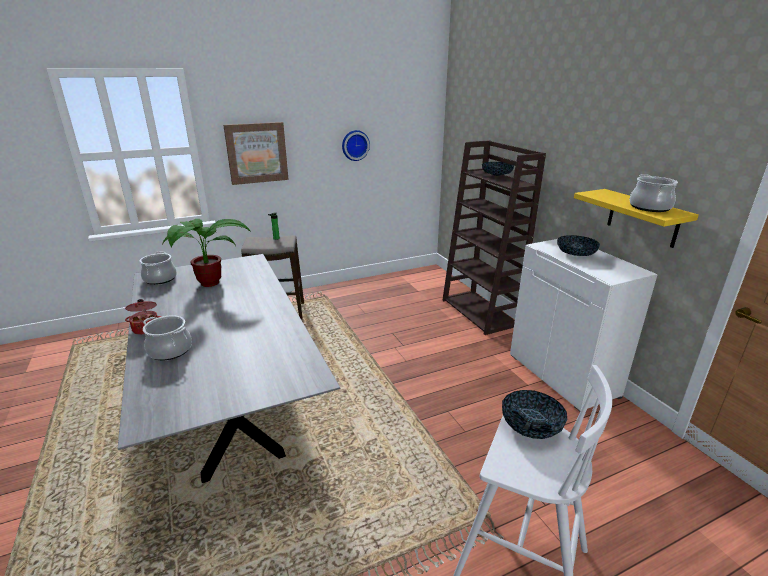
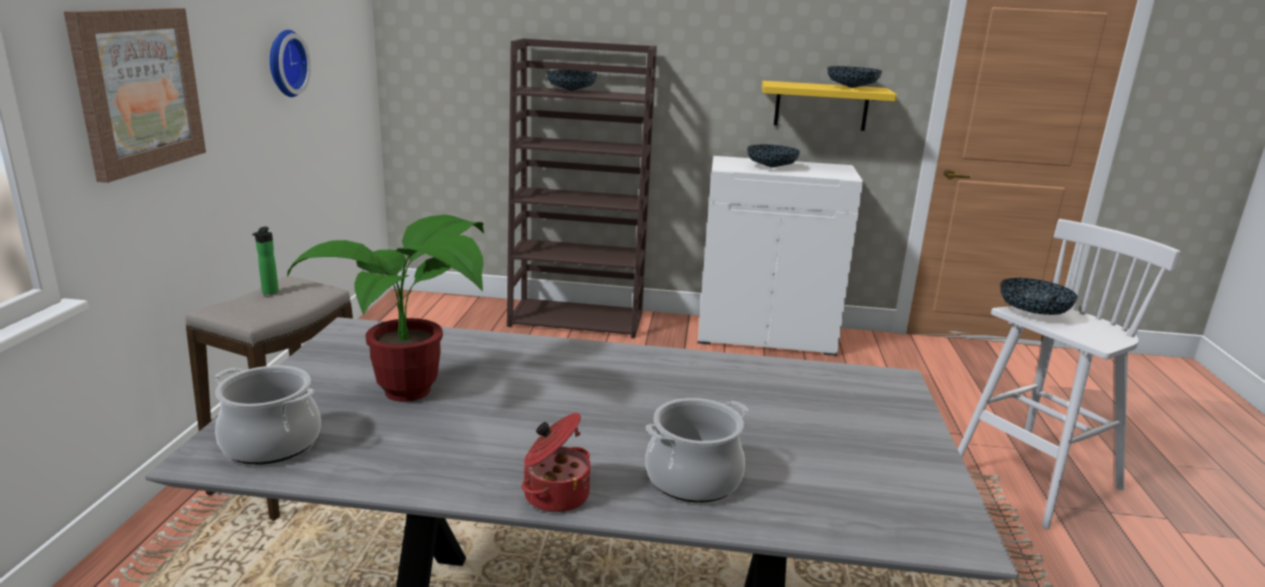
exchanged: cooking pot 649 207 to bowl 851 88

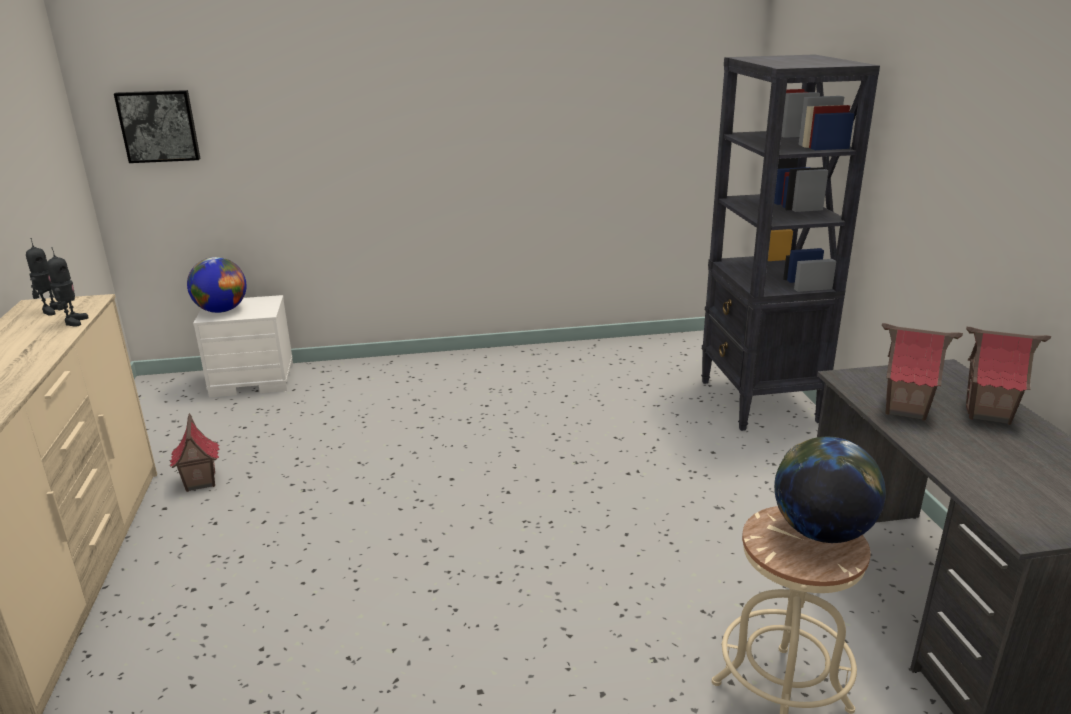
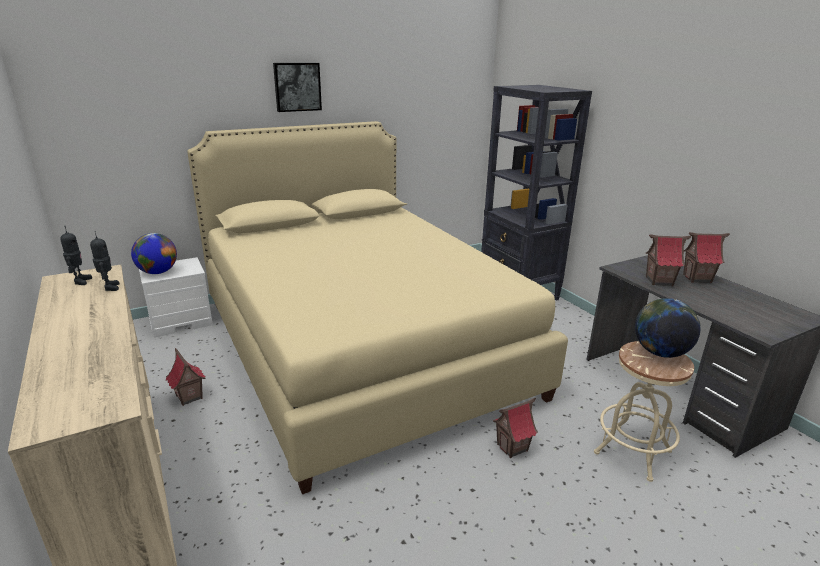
appeared: beige bed 359 346; toy house 512 448
relocated: picture 159 126 to 297 87

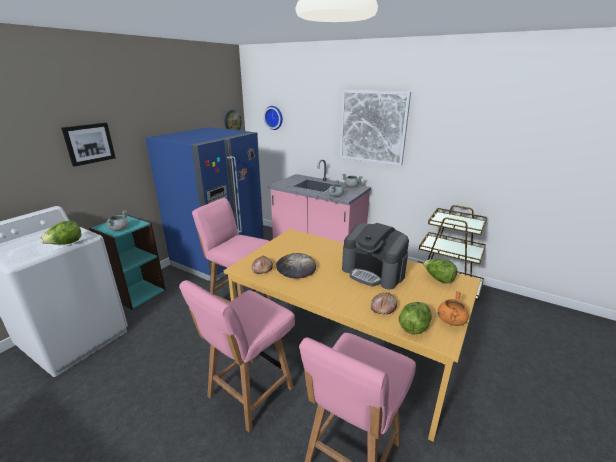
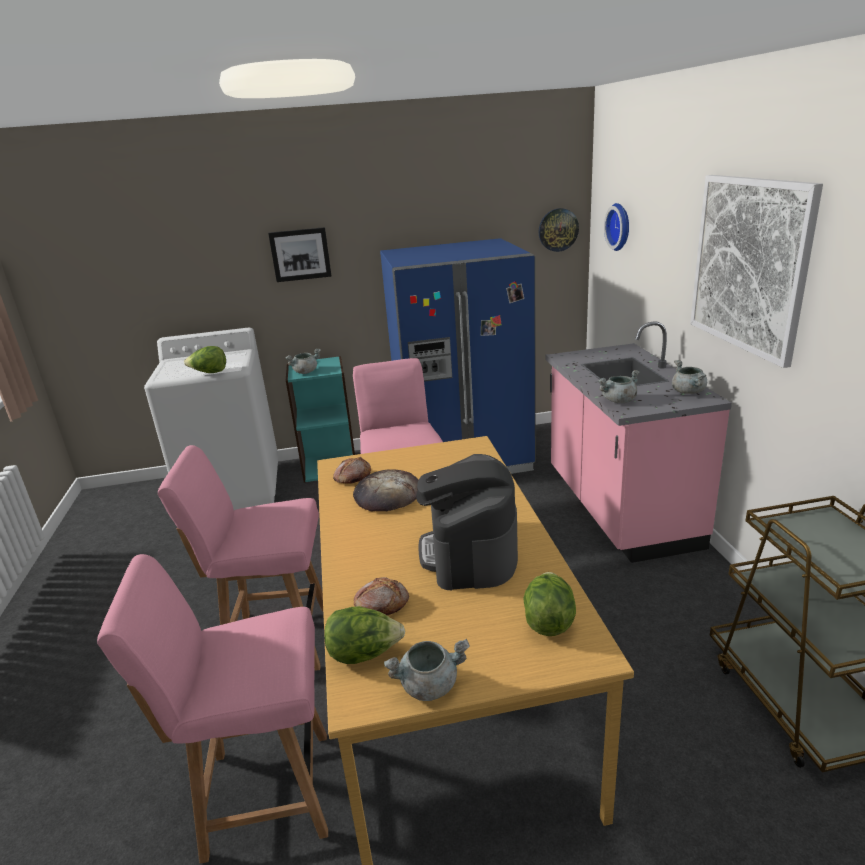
colour: orange cooking pot 451 320 to grey cooking pot 429 685

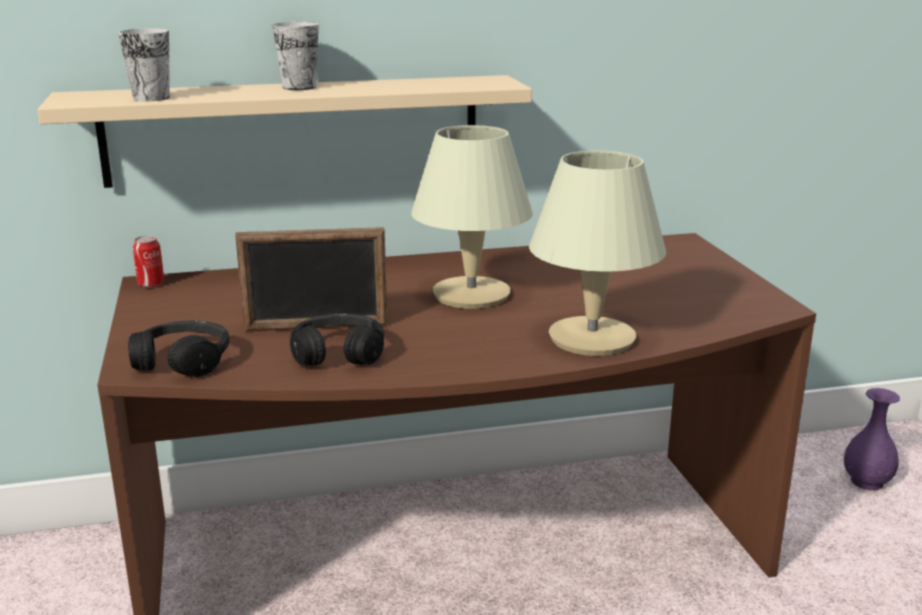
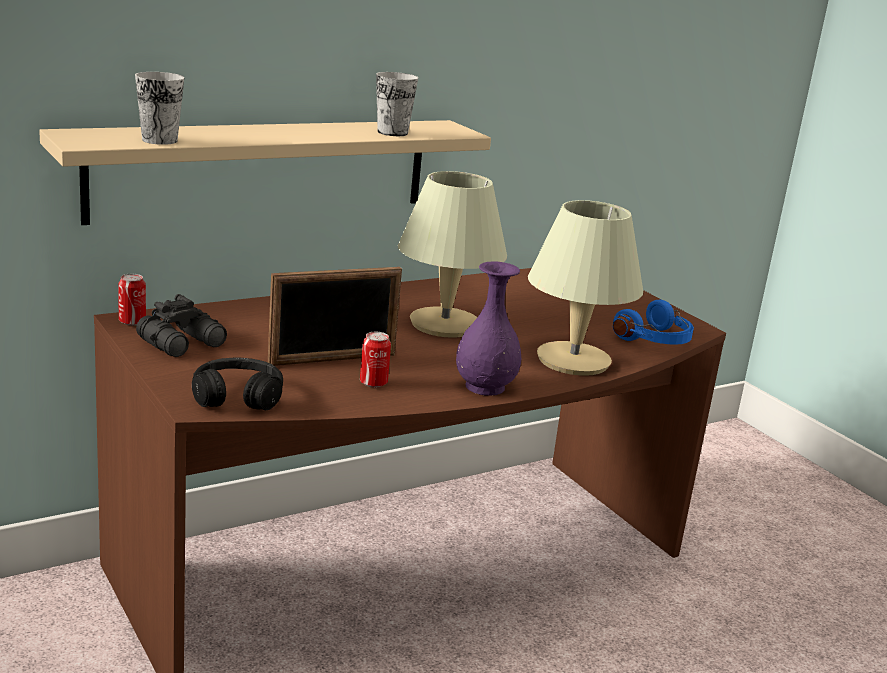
appeared: black binoculars 184 343; blue headphones 656 340
relocated: cup 299 87 to 392 132; purple vase 867 482 to 485 387
exchanged: black headphones 338 353 to can 373 383

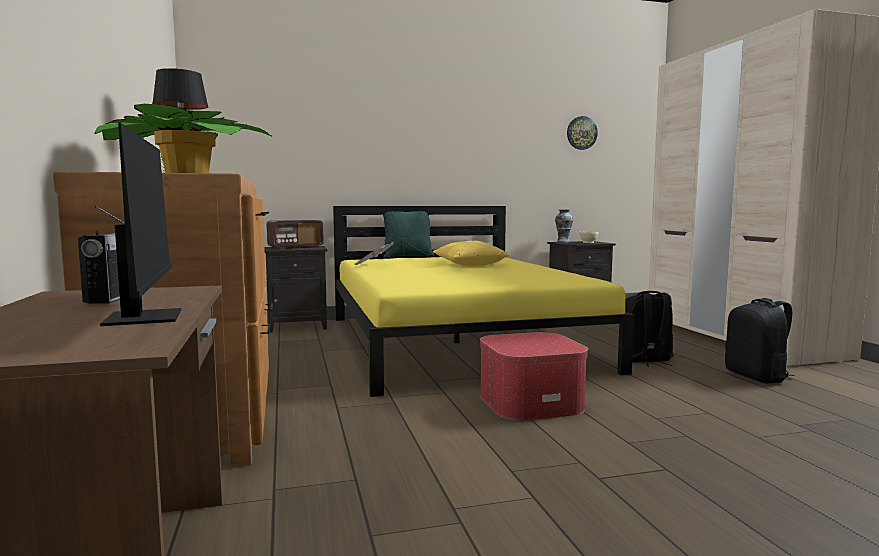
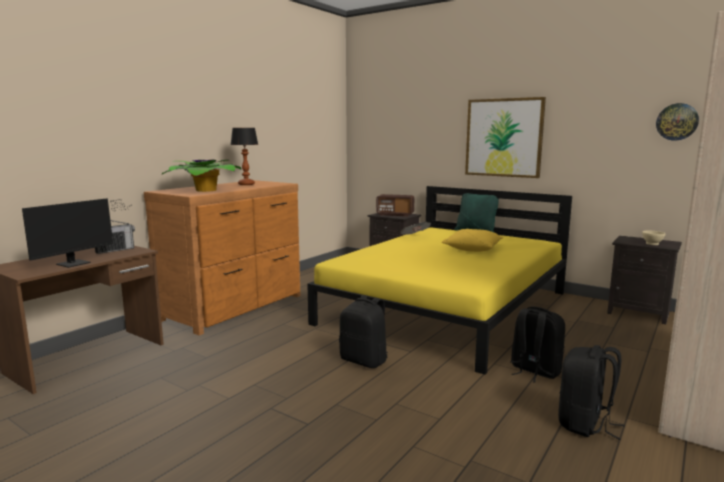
missing: vase 563 242
appeared: picture 503 137
exchanged: ottoman 531 402 to black backpack 364 360

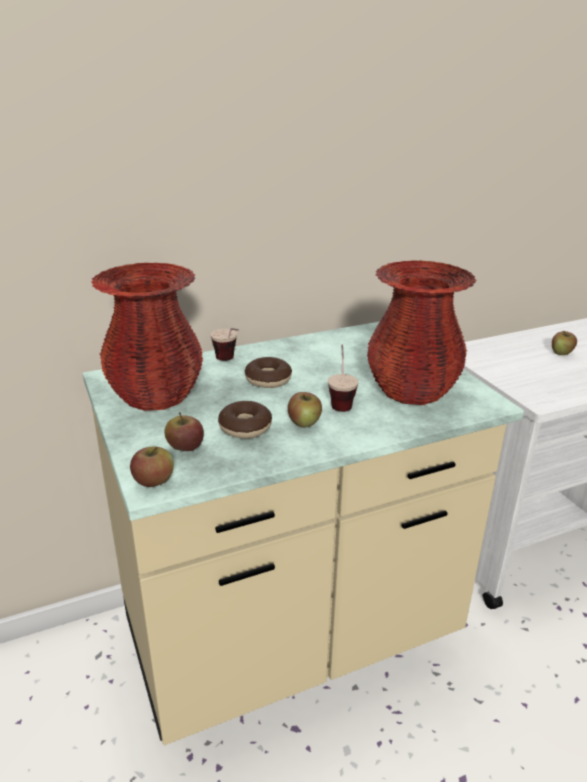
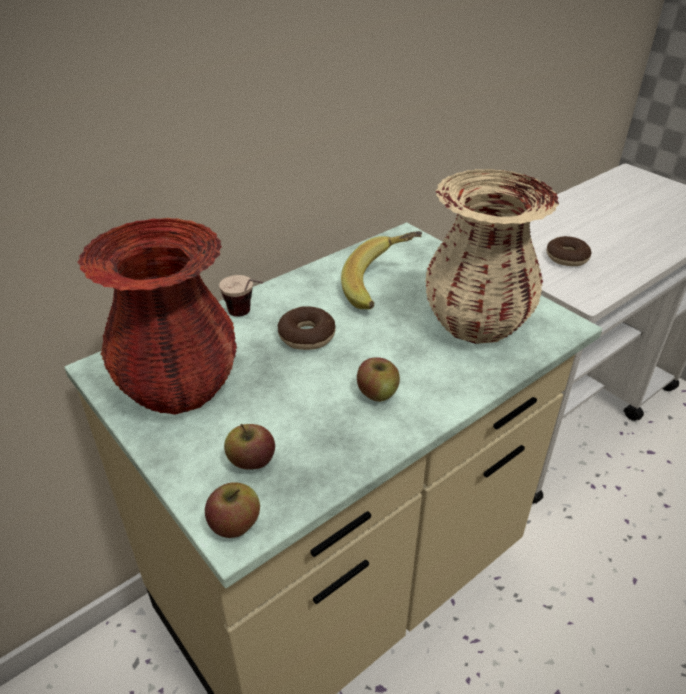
missing: cup 341 401; apple 561 352
appeared: banana 383 287
relocated: donut 245 427 to 567 257
colour: red vase 411 391 to beige vase 475 323

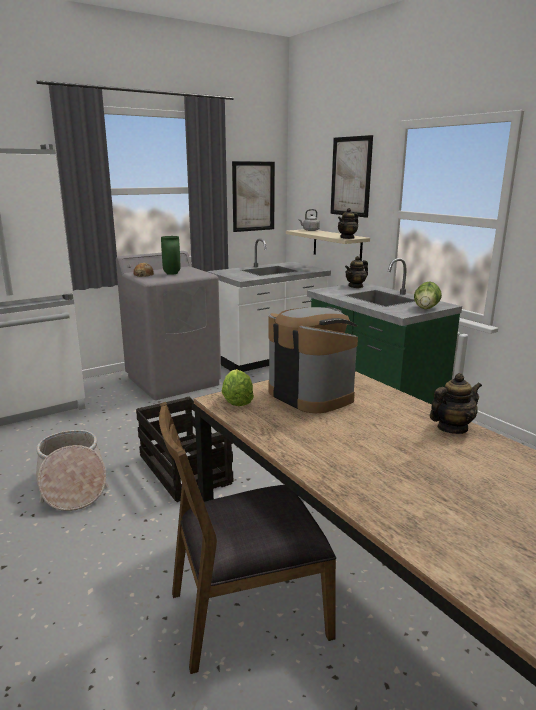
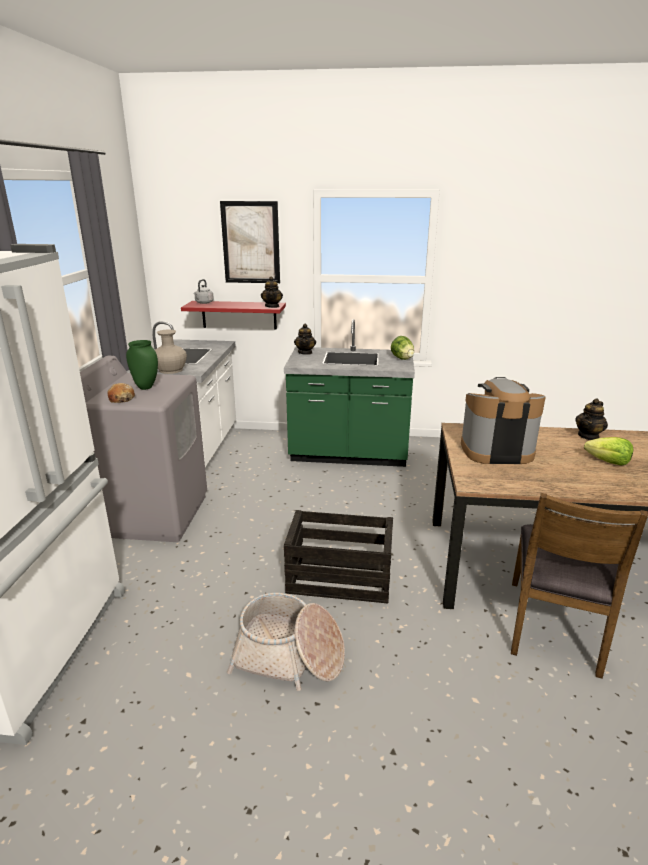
missing: picture 253 196
appeared: beige vase 171 370
relocated: lettuce 237 400 to 608 462
colour: beige shelf 337 246 to red shelf 239 315
spun: teapot 452 428 = 588 436 150 degrees counterclockwise

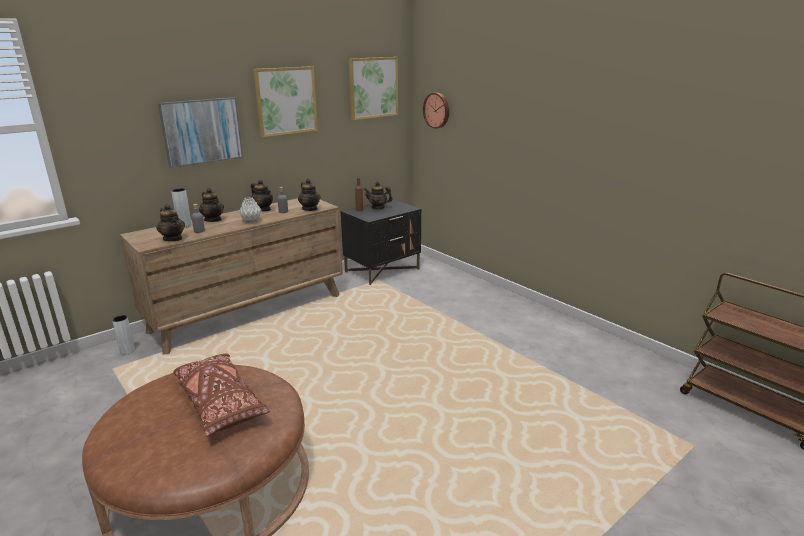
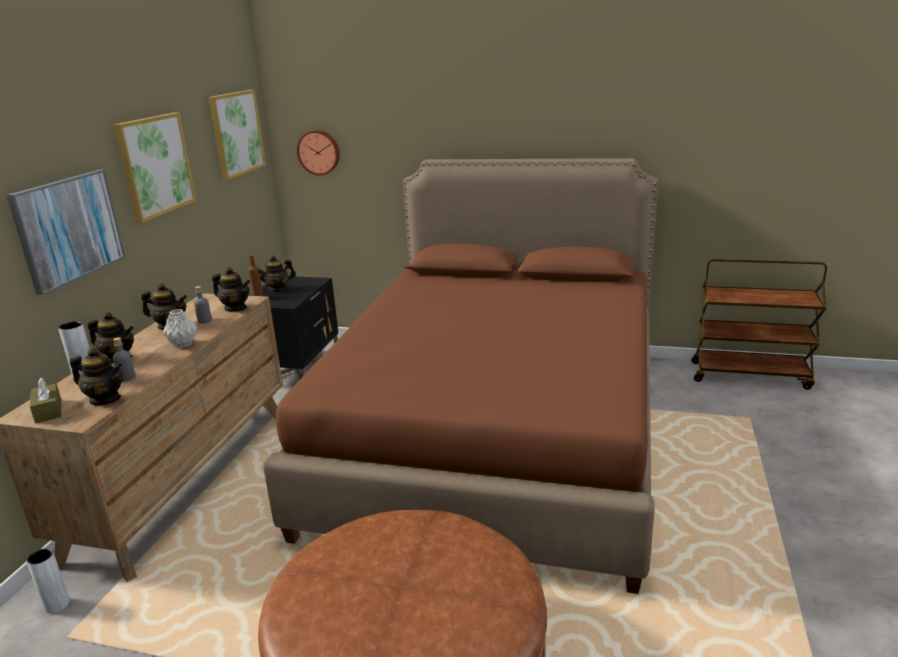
missing: brown pillow 220 402
appeared: brown tissue box 48 411; brown bed 497 434

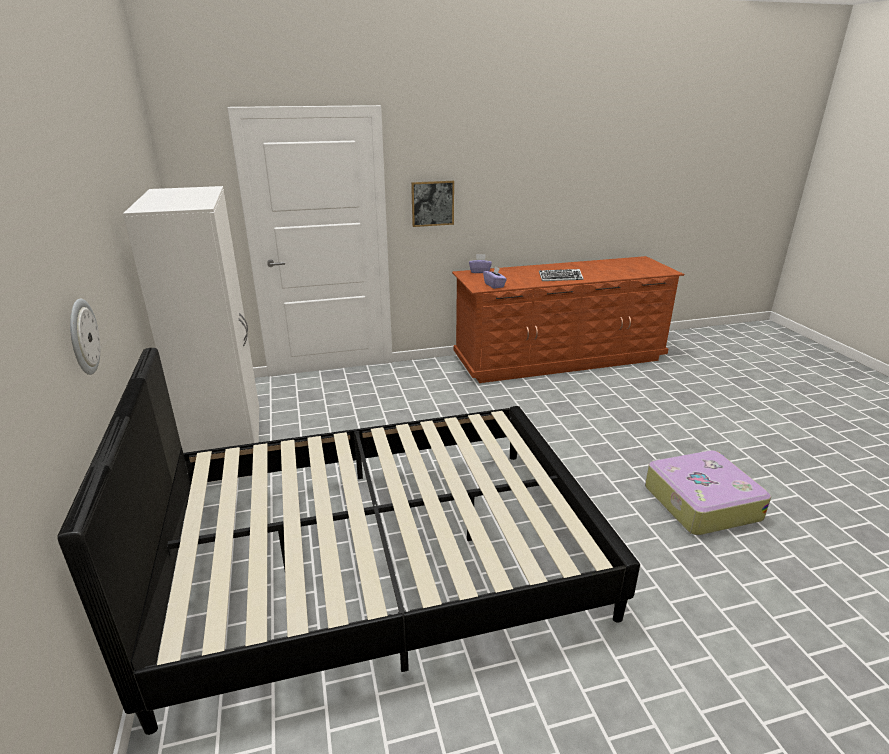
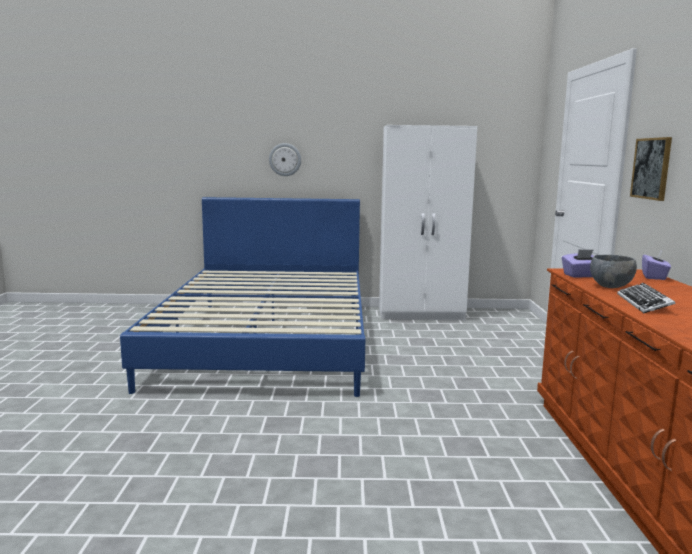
missing: suitcase 700 502
appeared: grey bowl 611 287
colour: black bed 378 557 to blue bed 268 340

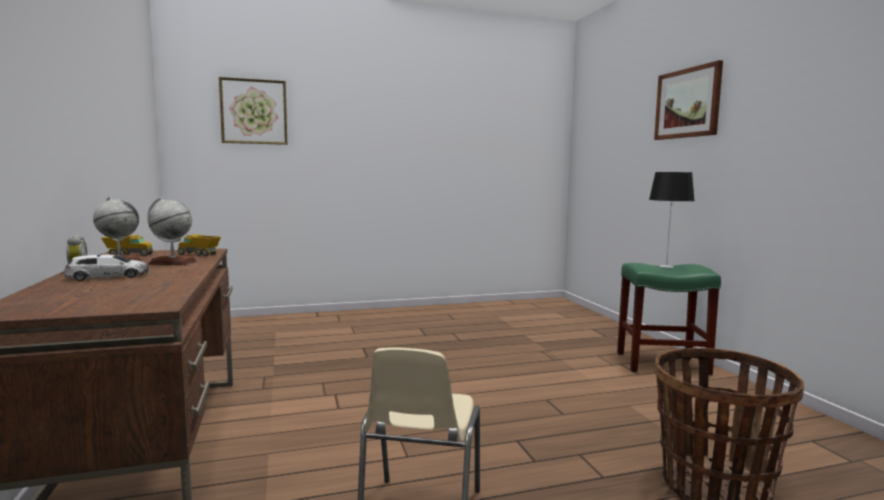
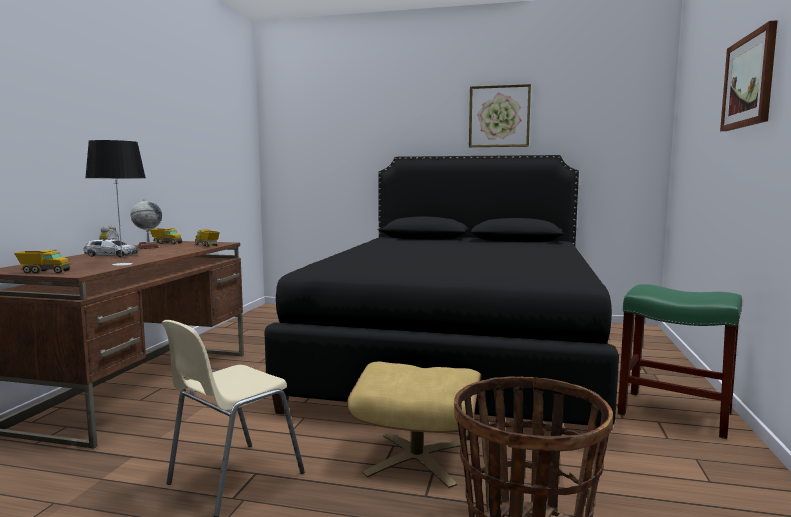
missing: globe 172 262
appeared: toy truck 44 272; black bed 456 357; beige ottoman 417 458
relocated: table lamp 667 266 to 122 264; picture 254 112 to 499 116

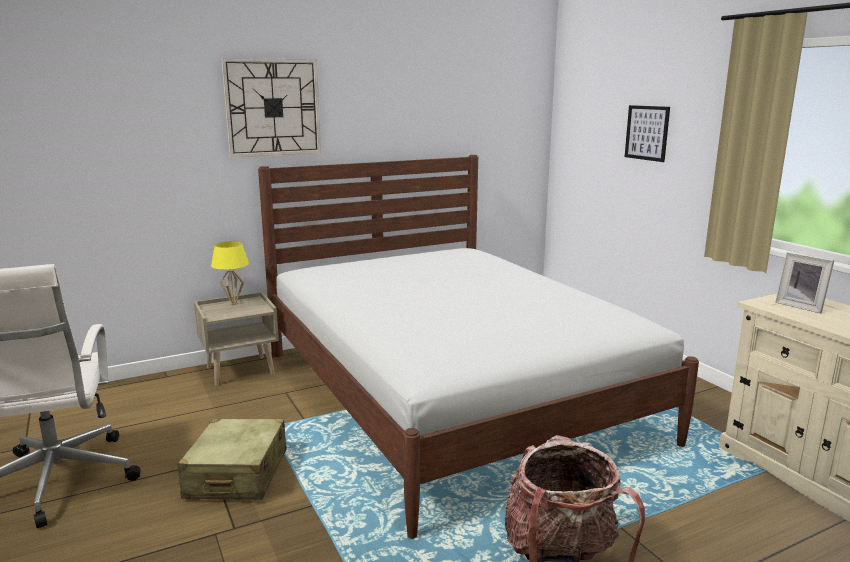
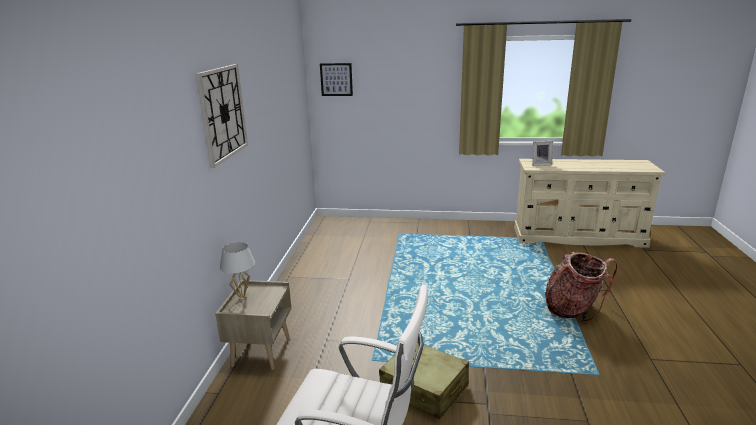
missing: white bed 450 394
relocated: picture 647 133 to 336 79
colour: yellow table lamp 233 303 to white table lamp 242 298

